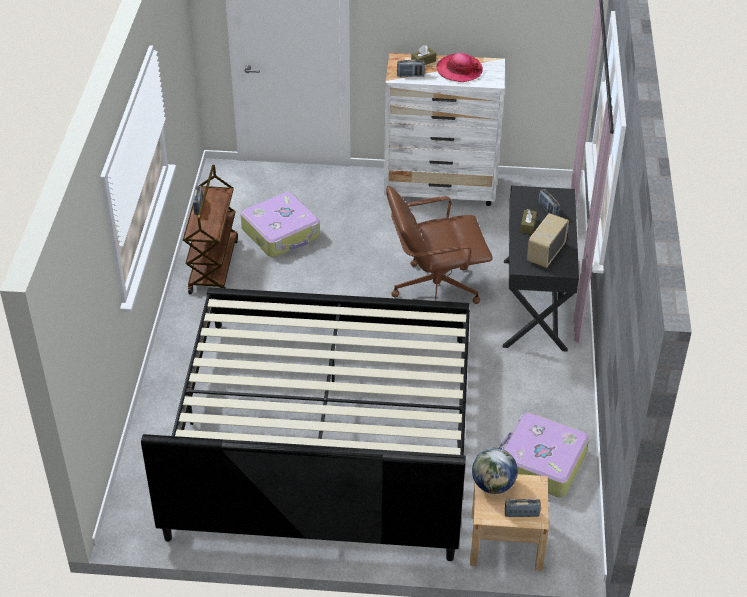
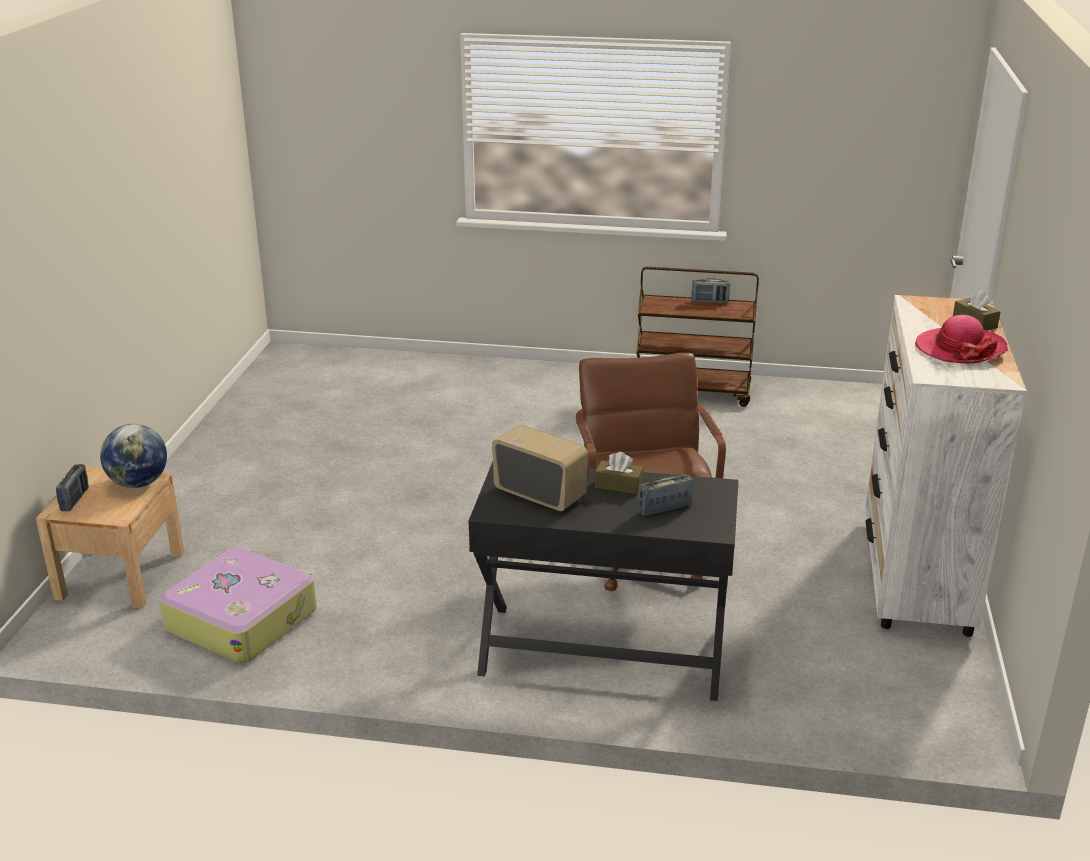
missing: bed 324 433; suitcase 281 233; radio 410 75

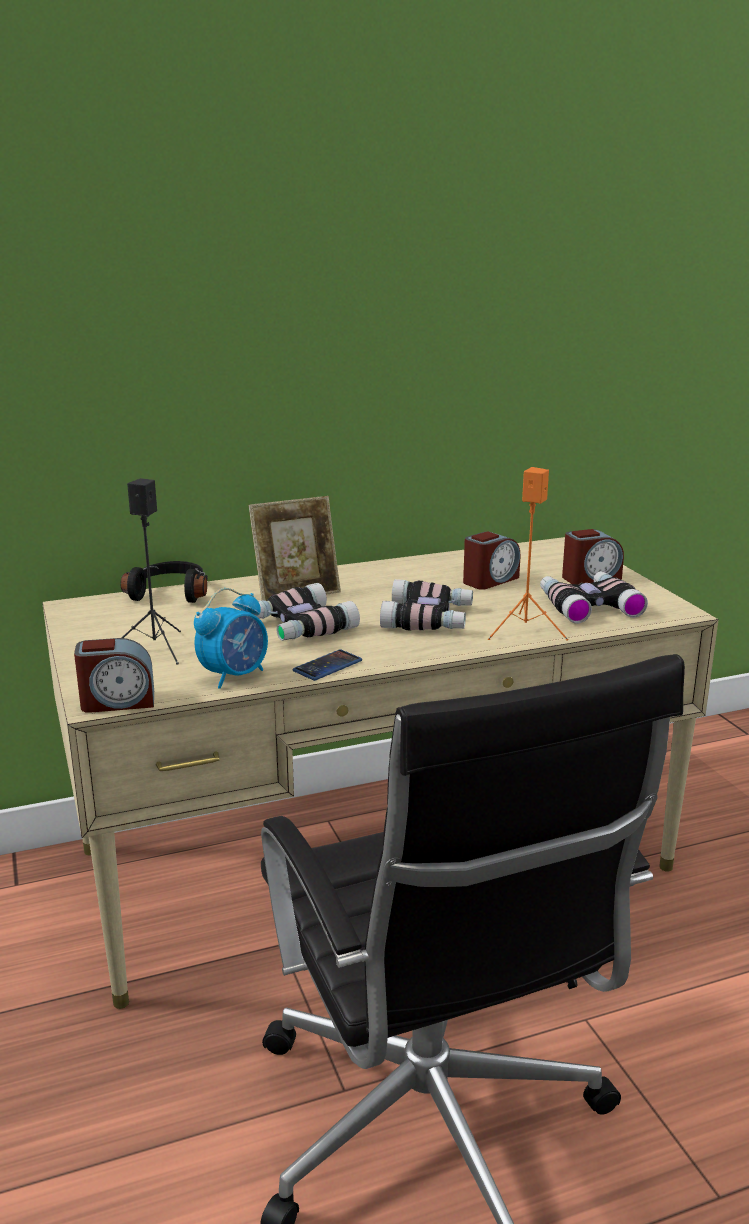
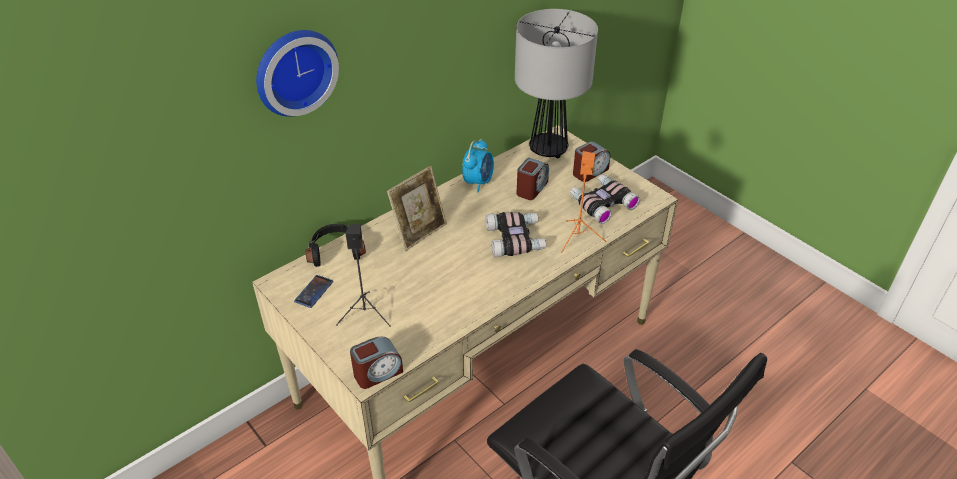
missing: binoculars 300 626
appeared: wall clock 294 70; table lamp 547 150
relocated: phone 327 666 to 314 291; alarm clock 235 675 to 478 182

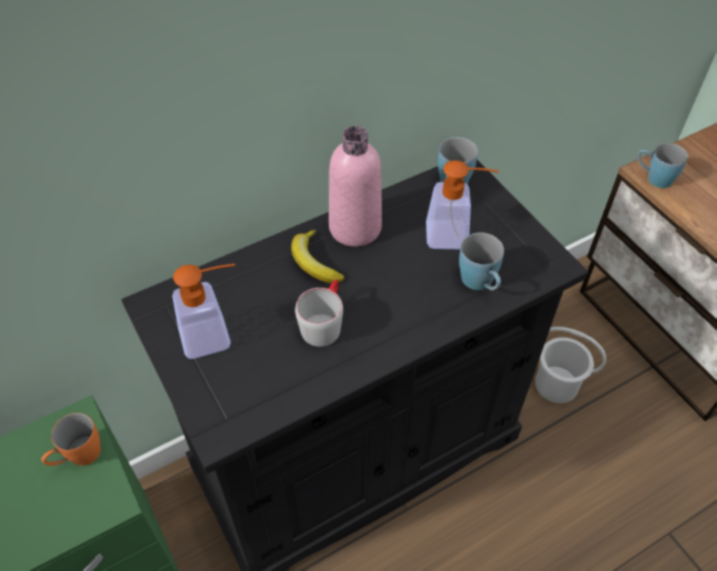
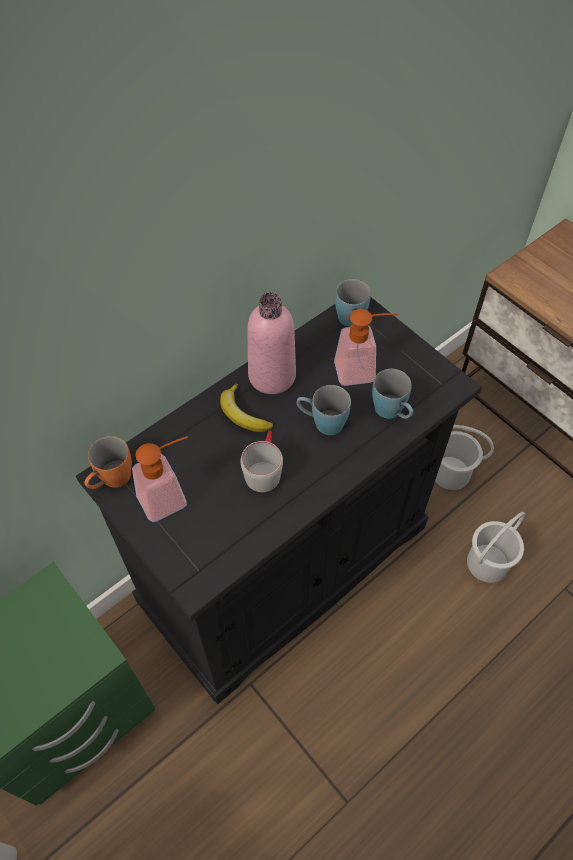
appeared: white bucket 488 563
relocated: orange mug 78 457 to 111 480; blue mug 653 178 to 322 422

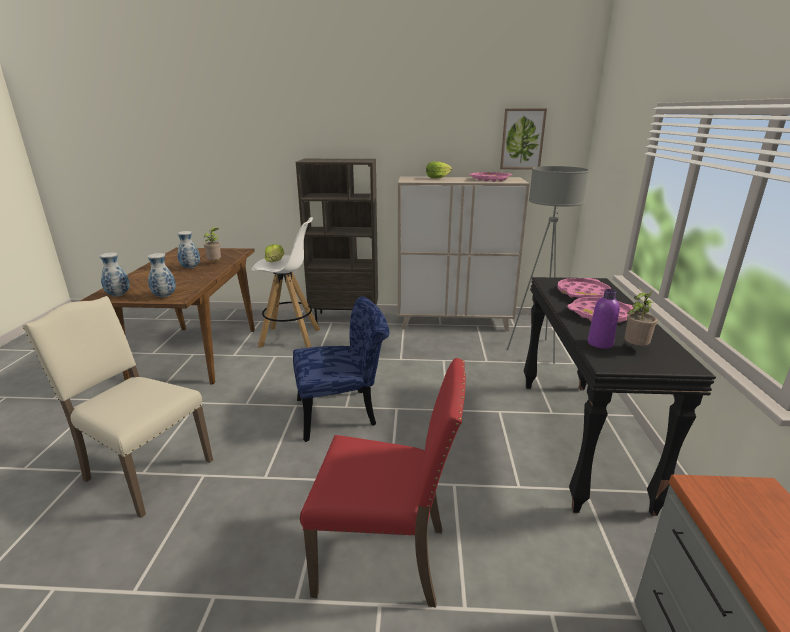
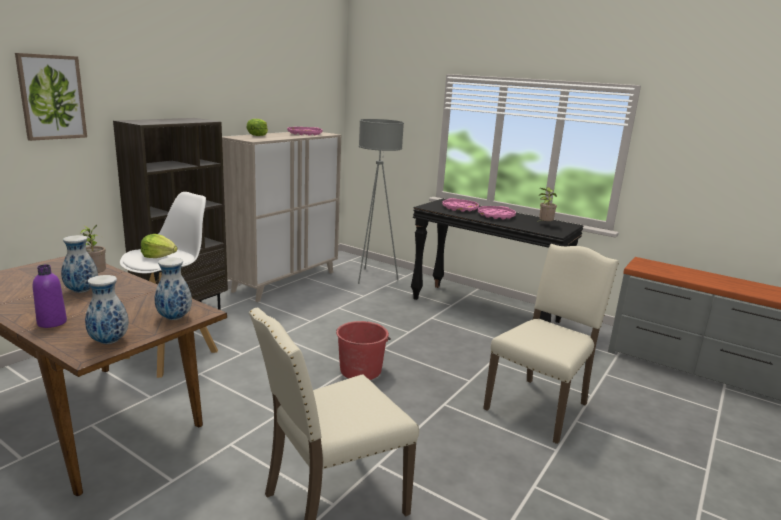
relocated: picture 522 139 to 52 97; purple bottle 600 343 to 52 322
exchanged: blue chair 344 412 to red bucket 360 370
colour: red chair 385 557 to beige chair 540 406

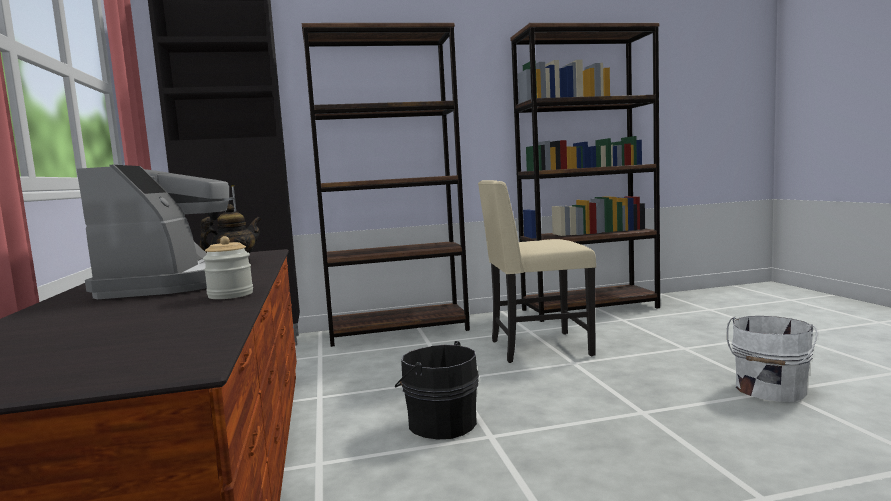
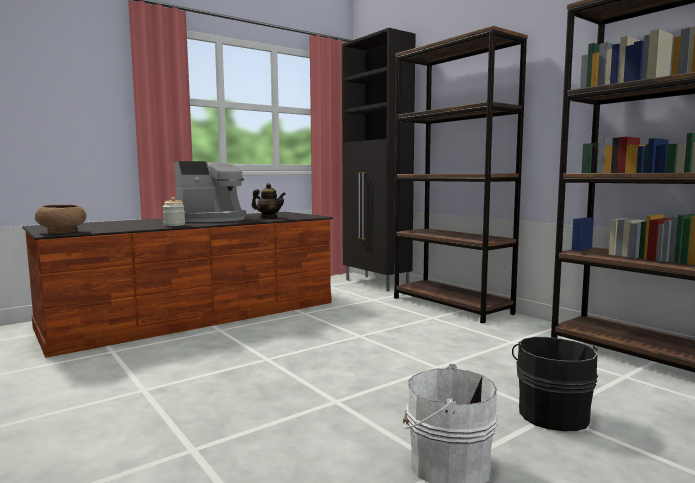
missing: beige chair 537 348
appeared: brown bowl 63 232
relocated: black bucket 440 423 to 552 413

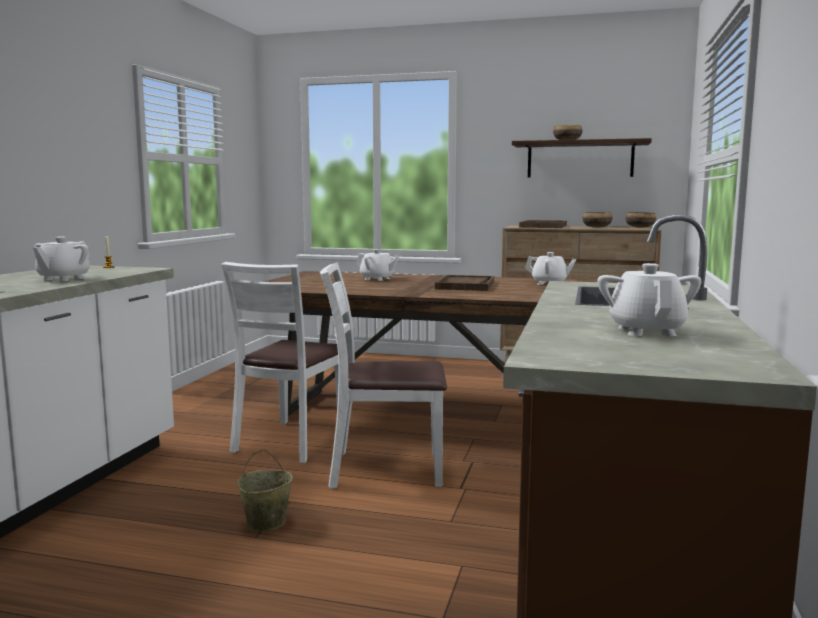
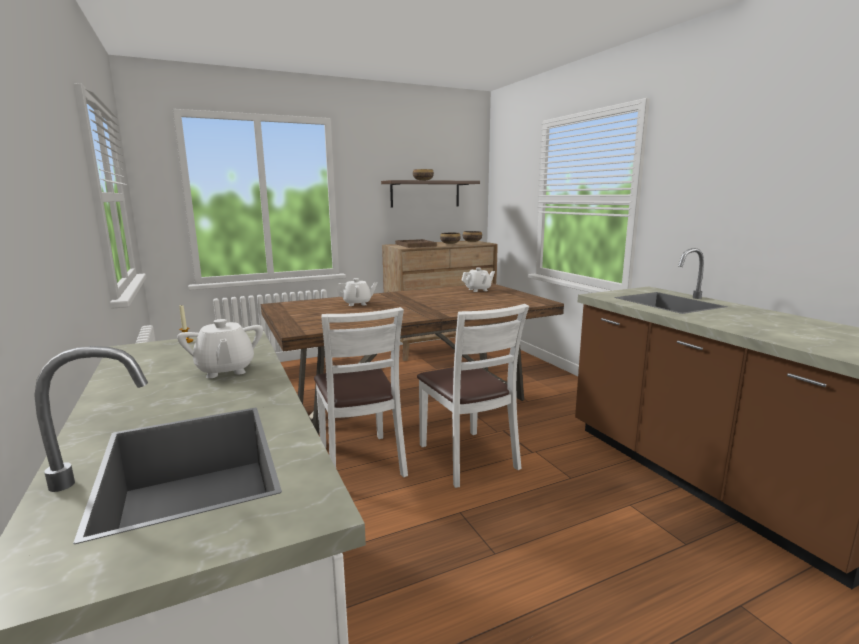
missing: beige bucket 265 523; brown tray 465 285; white teapot 646 331
spun: white chair 384 469 = 467 457 75 degrees counterclockwise

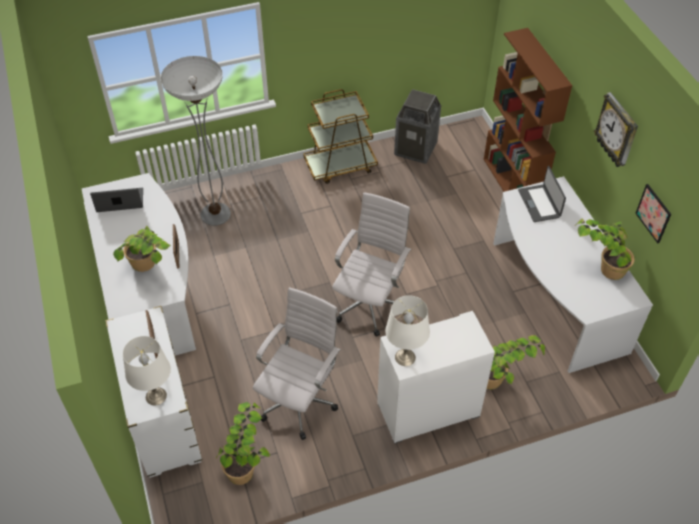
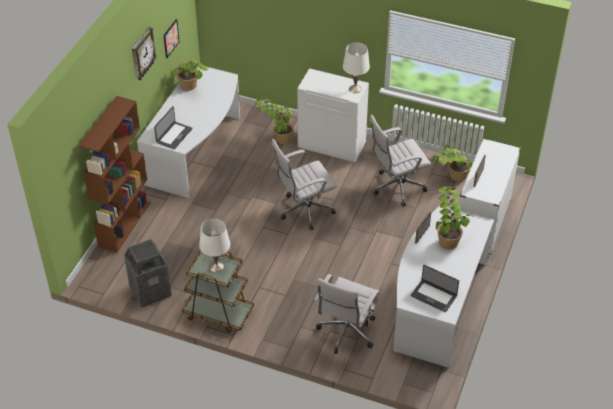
relocated: white table lamp 155 396 to 216 267
exchanged: floor lamp 215 214 to white office chair 346 333

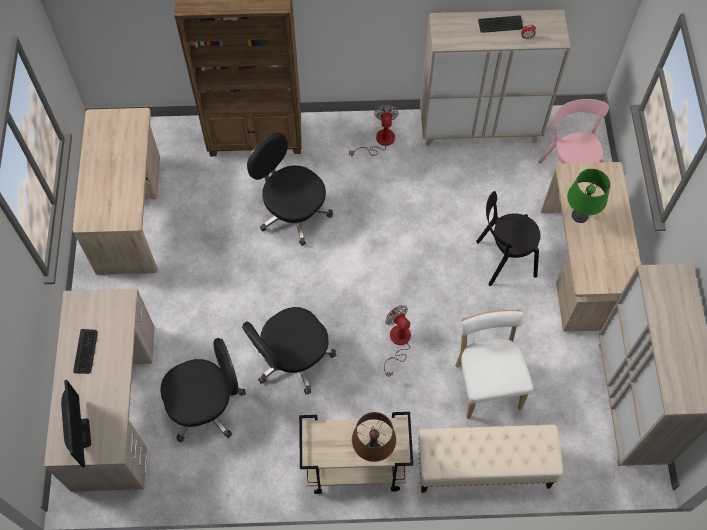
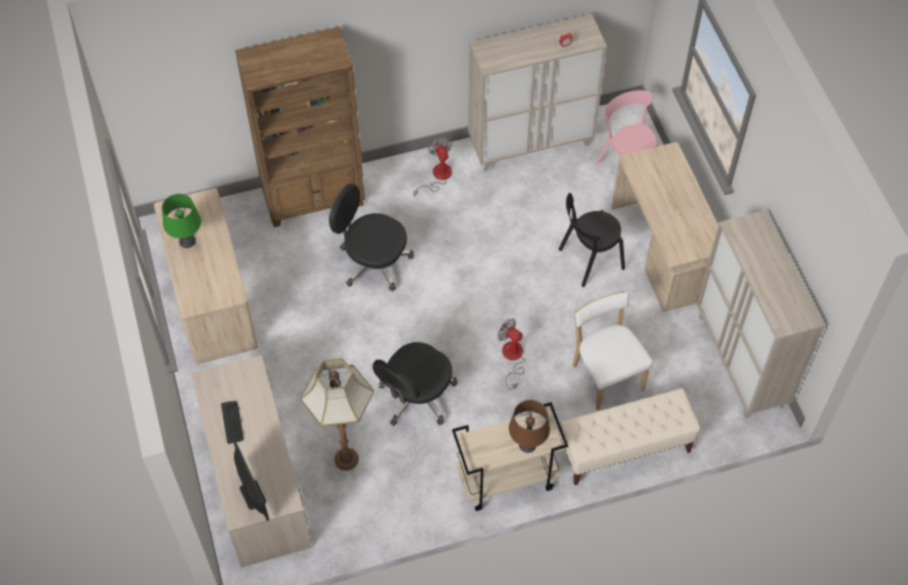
missing: keyboard 500 24
relocated: green table lamp 579 216 to 187 241
exchanged: black office chair 206 406 to floor lamp 347 458

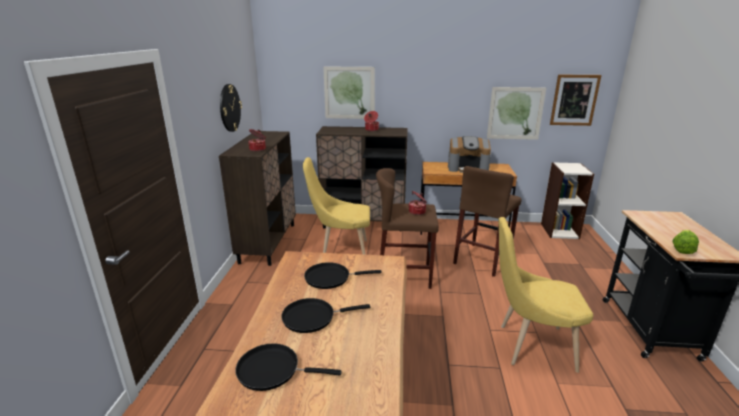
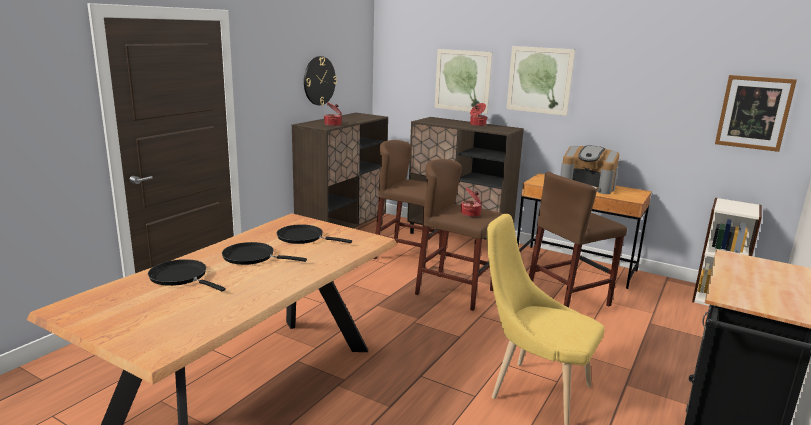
missing: lettuce 682 249
relocated: picture 515 113 to 539 80
exchanged: yellow chair 341 251 to brown stool 408 256

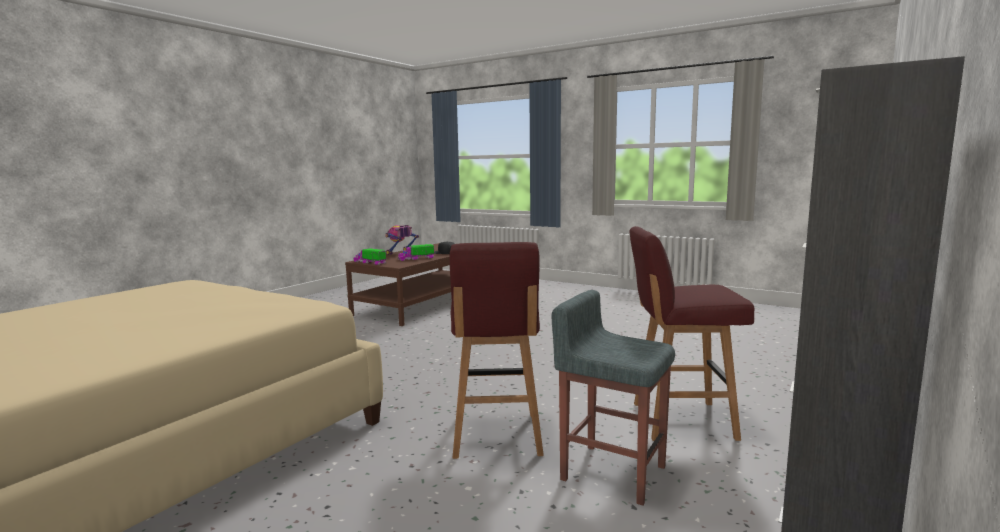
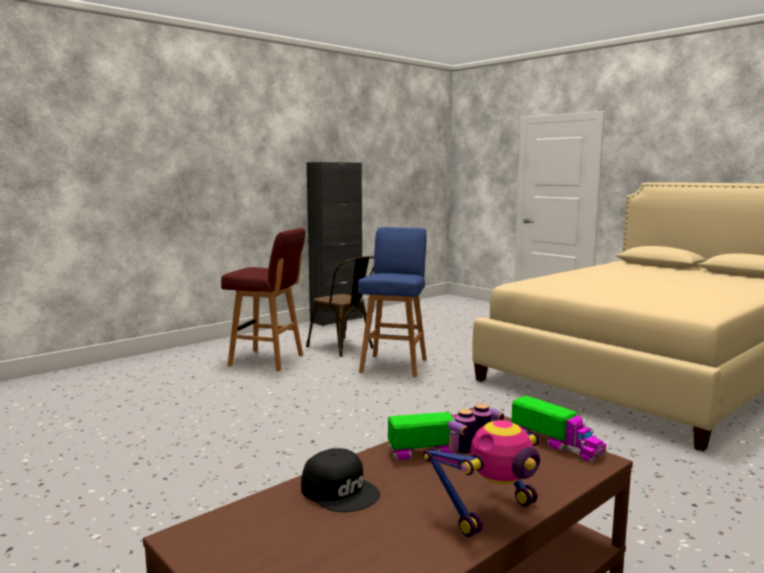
exchanged: grey stool 611 472 to brown chair 344 348
colour: red stool 496 436 to blue stool 394 365

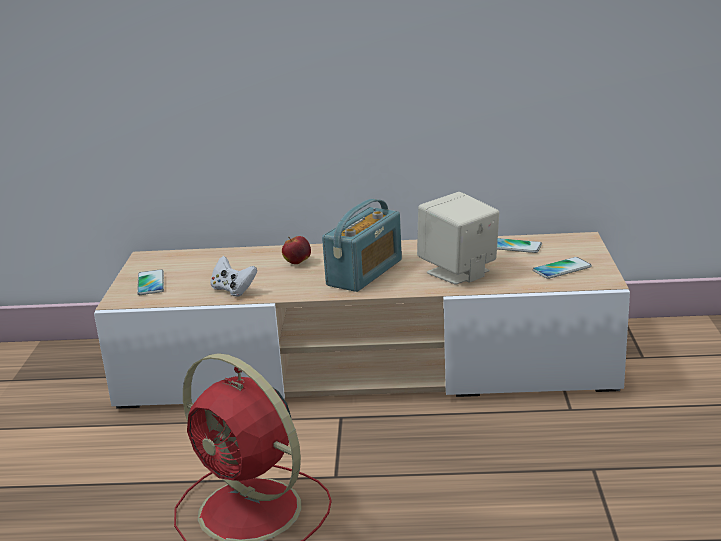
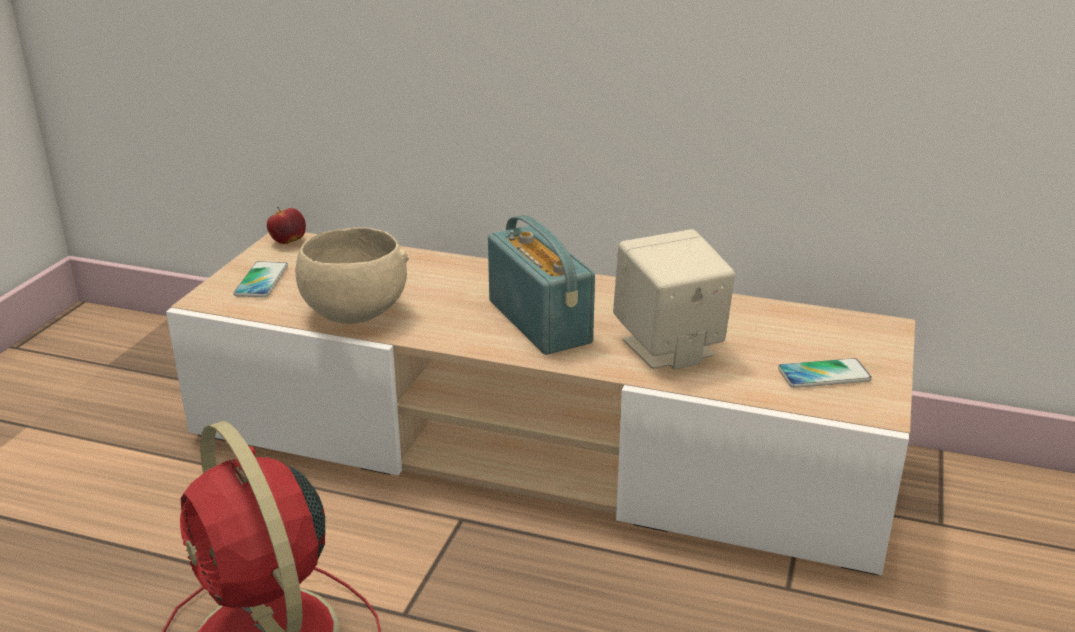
missing: phone 514 246
relocated: apple 297 262 to 288 242
exchanged: white game controller 233 290 to beige bowl 353 313
spun: radio 365 273 = 540 321 75 degrees counterclockwise

